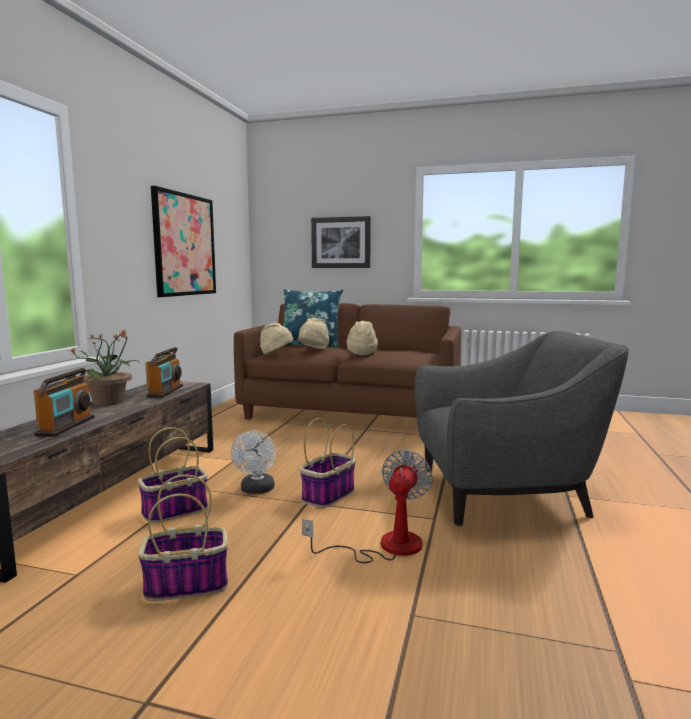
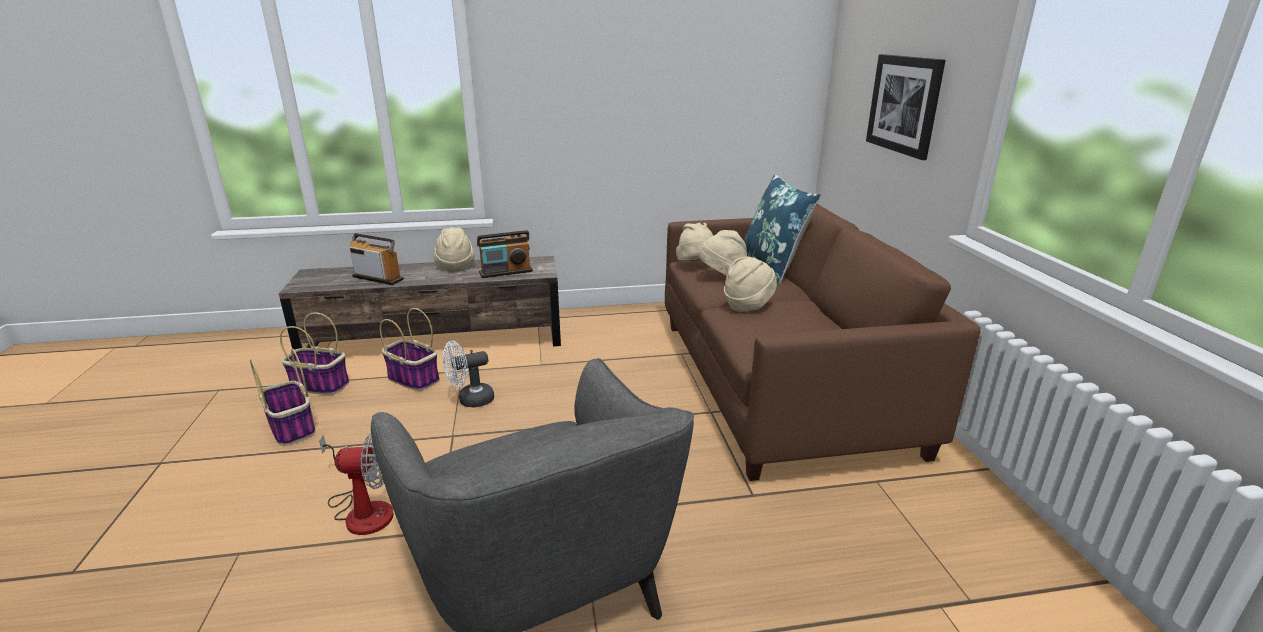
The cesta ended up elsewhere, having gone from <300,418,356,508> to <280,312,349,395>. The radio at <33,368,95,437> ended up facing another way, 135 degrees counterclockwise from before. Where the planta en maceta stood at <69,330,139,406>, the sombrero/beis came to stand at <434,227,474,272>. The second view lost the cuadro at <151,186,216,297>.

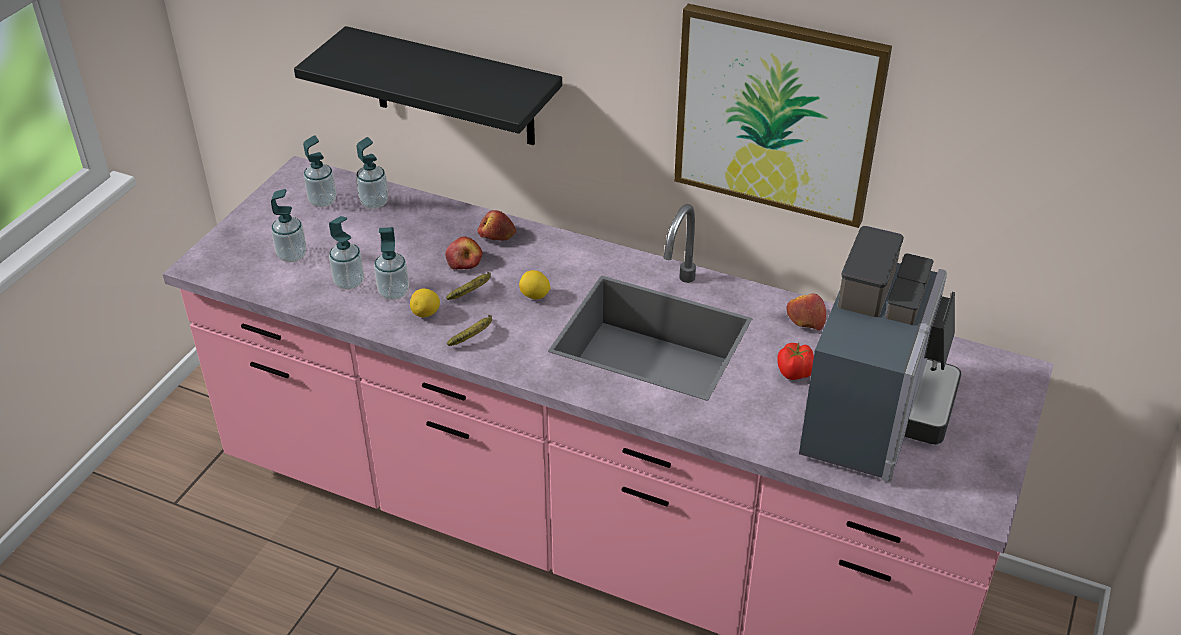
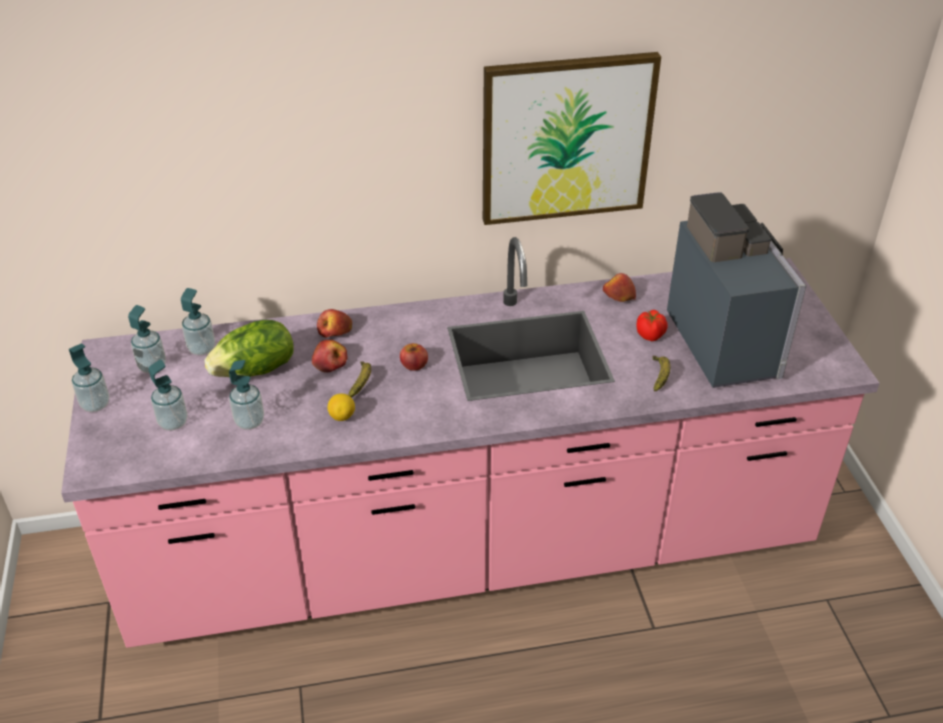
The dispensador de jabón ended up elsewhere, having gone from <374,227,409,300> to <69,343,109,412>. The second view gained the lechuga at <204,320,293,377>. Where the limón stood at <519,270,550,299>, the manzana came to stand at <400,343,428,371>. The plátano ended up elsewhere, having gone from <447,315,492,346> to <653,355,670,391>. The second view lost the estante/negro at <294,26,562,145>.

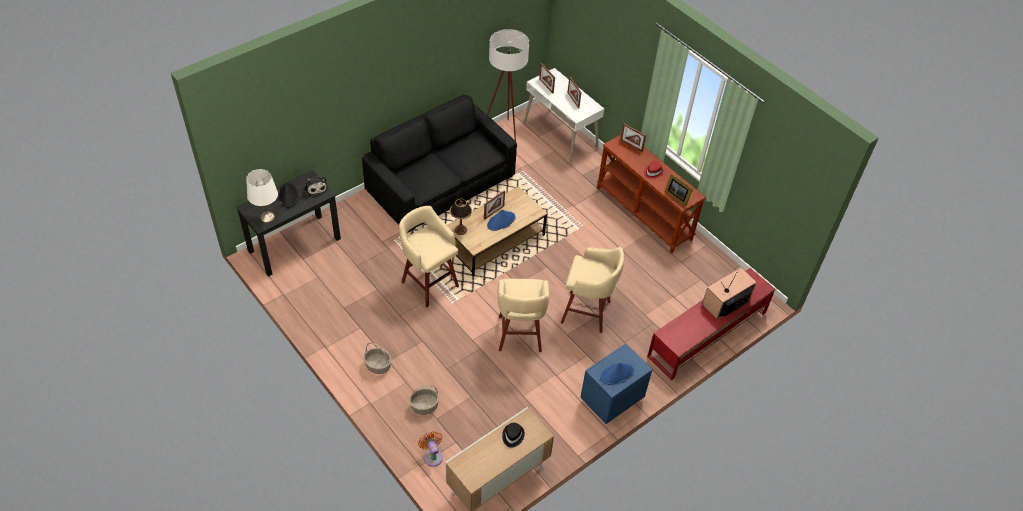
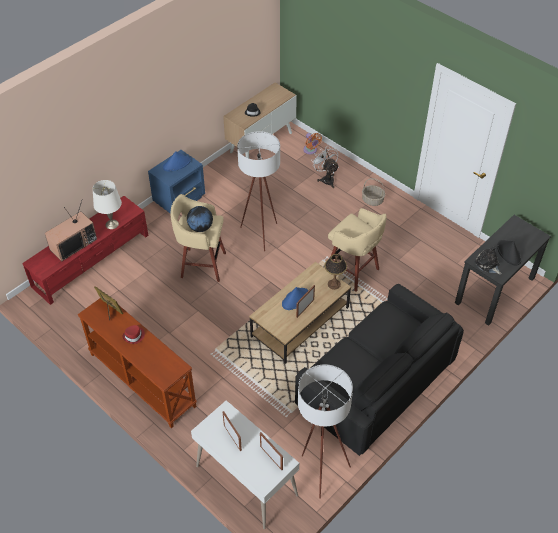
The lámpara de mesa/blanco ended up elsewhere, having gone from <246,169,278,222> to <93,180,122,229>. The second view gained the globo terráqueo at <187,206,213,232>. Where the taburete/beis stood at <498,279,550,352>, the lámpara de pie/blanco came to stand at <237,131,280,252>. Where the cesta stood at <410,385,439,415>, the ventilador/blanco came to stand at <311,145,339,188>. The second view lost the portarretratos at <621,124,646,152>.

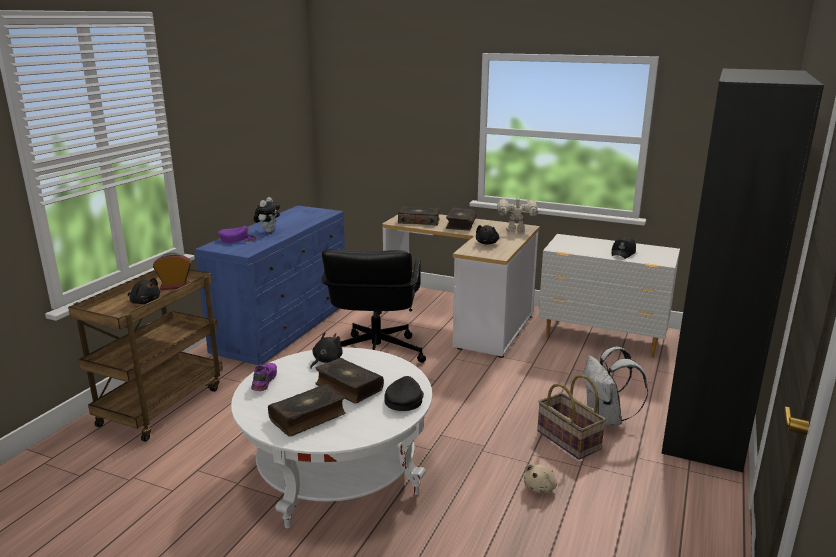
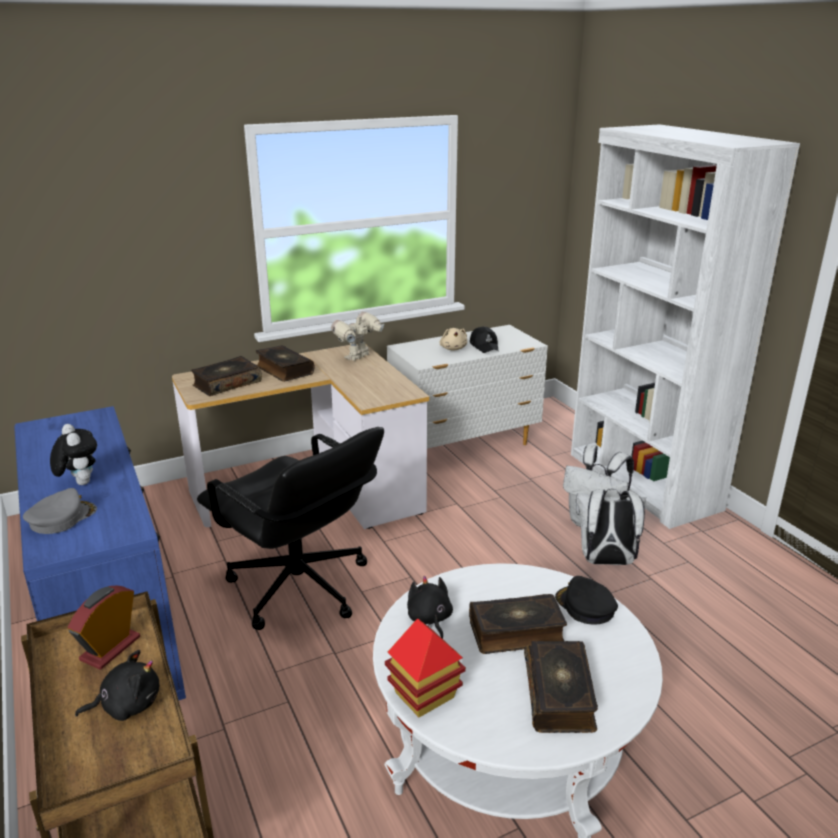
What was the gorra/morado at <218,226,256,243> turned into the gorra/gris at <23,488,97,534>. Where the zapato/morado stood at <251,363,277,391>, the casita came to stand at <385,618,466,717>. The peluche/beis ended up elsewhere, having gone from <524,464,557,493> to <440,328,467,351>. What was the estantería/negro at <661,68,824,472> turned into the estantería/blanco at <571,124,800,529>. Where the cesta stood at <537,375,606,460>, the mochila/blanco came to stand at <576,489,646,565>. The second view lost the peluche/negro at <476,225,499,244>.

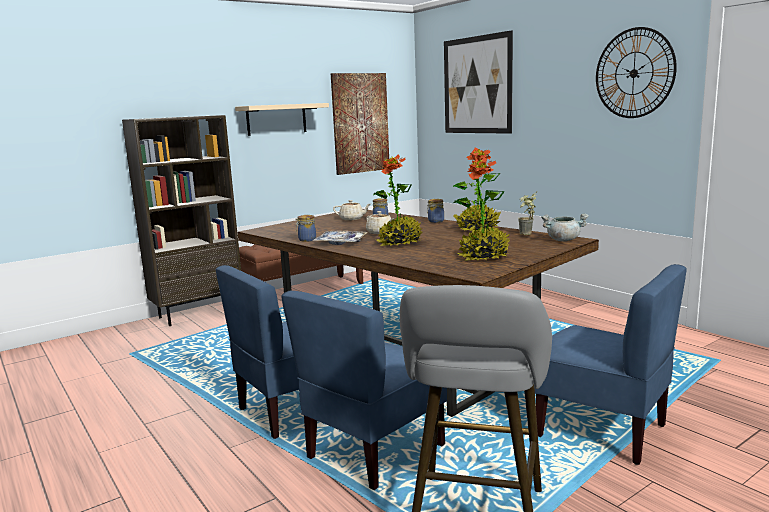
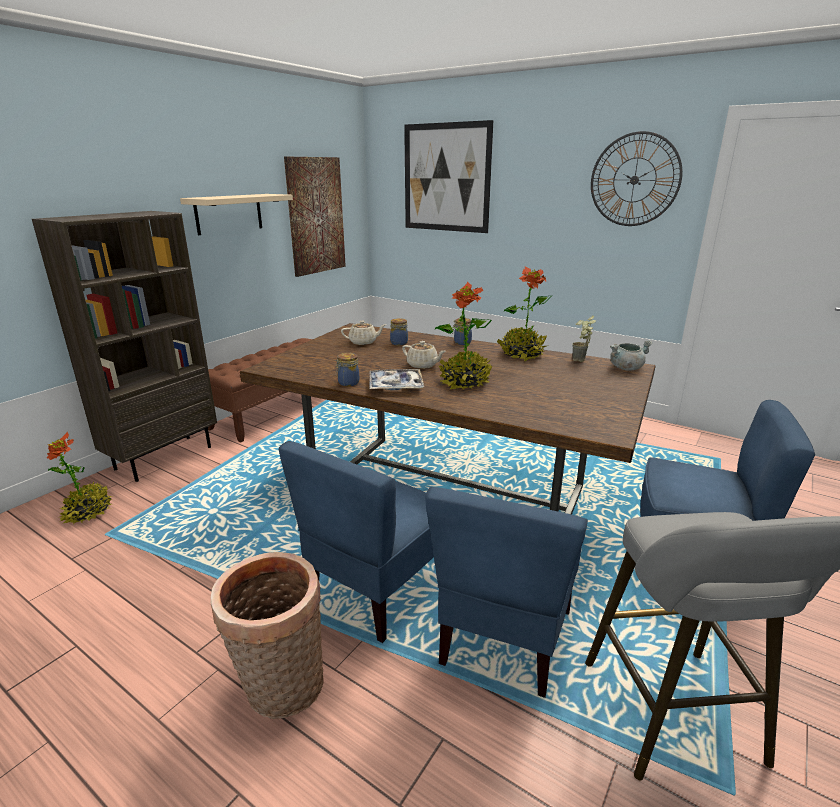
The planta en maceta ended up elsewhere, having gone from <454,157,510,261> to <47,432,112,524>. The second view gained the cesta at <210,552,324,719>.

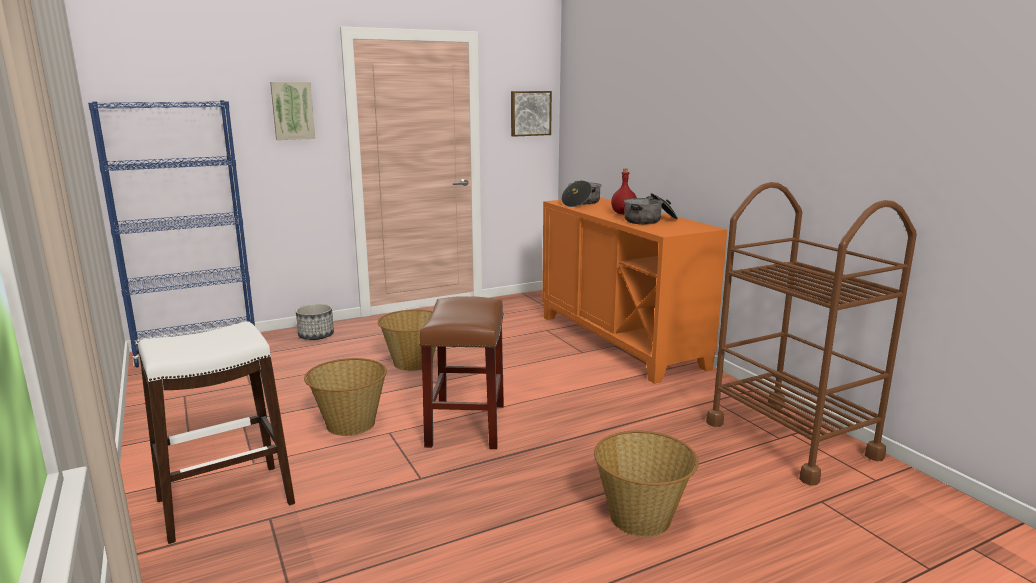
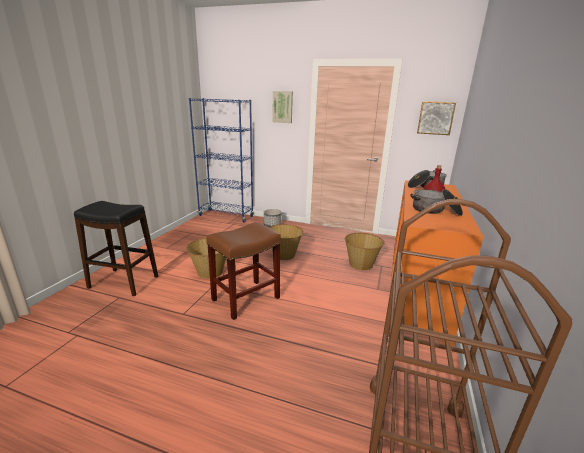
What was the taburete/blanco at <138,321,295,544> turned into the taburete/negro at <74,201,158,296>. The cesta ended up elsewhere, having gone from <594,431,699,537> to <345,233,385,270>.

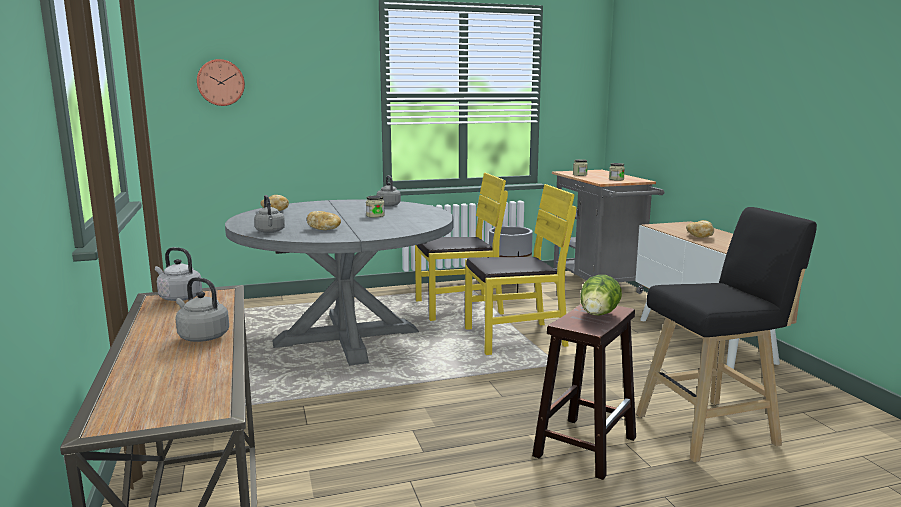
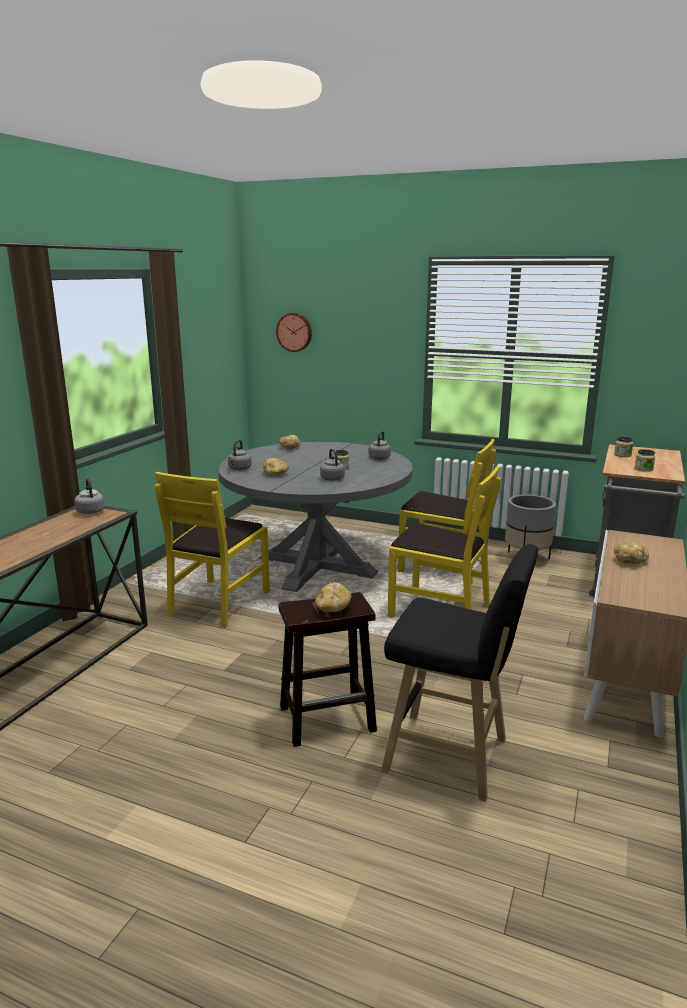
The second view gained the silla/amarillo at <155,472,270,628>. Where the lechuga stood at <580,275,622,315>, the pan came to stand at <315,582,352,612>. The hervidor/gris ended up elsewhere, having gone from <175,277,229,342> to <320,449,345,481>.

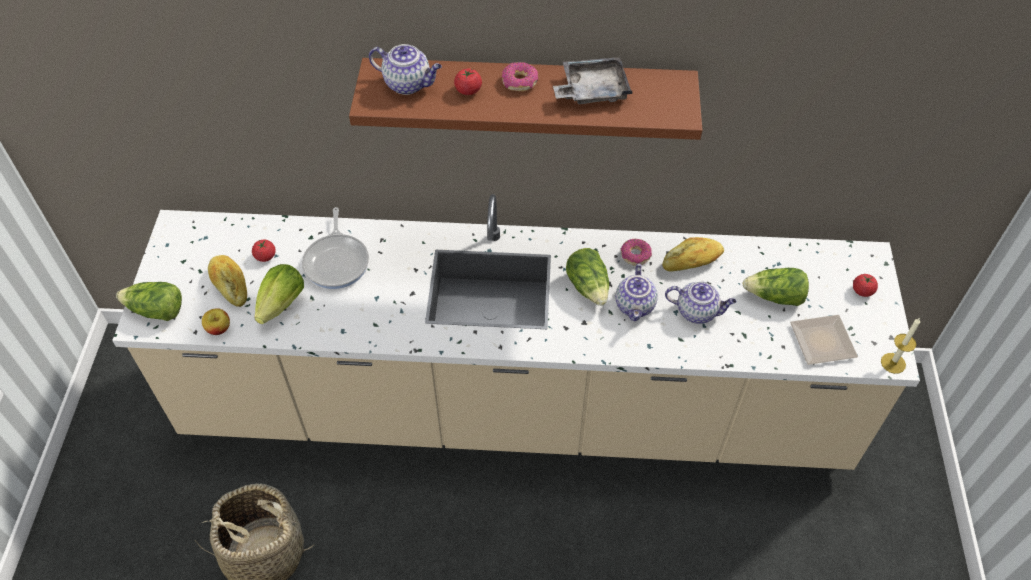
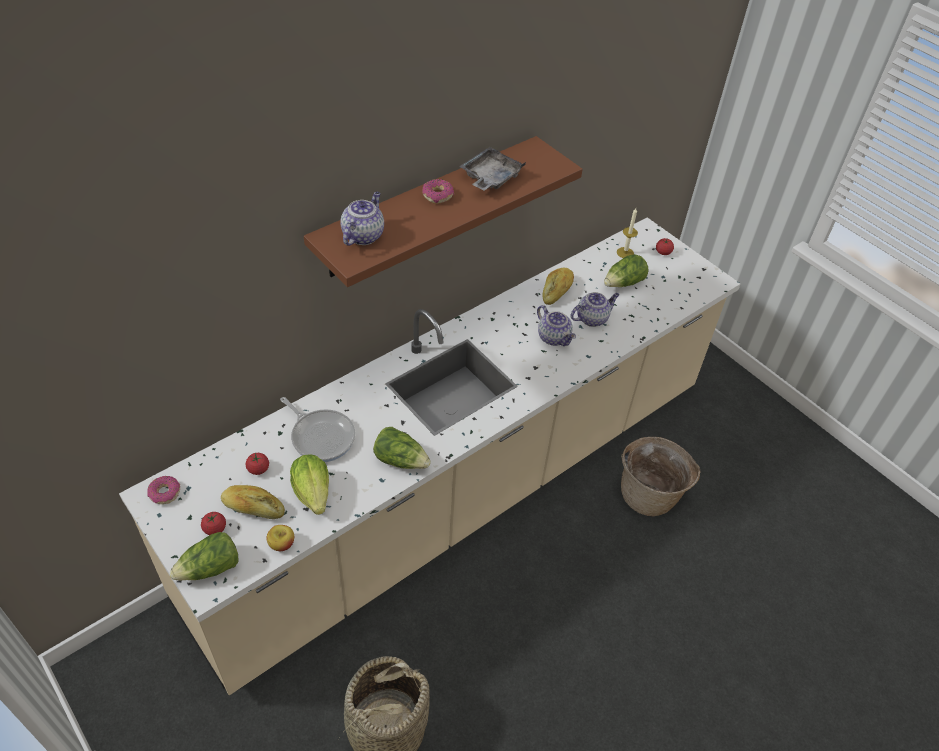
The rosquilla ended up elsewhere, having gone from <620,239,652,266> to <147,476,180,504>. The tomate ended up elsewhere, having gone from <454,68,482,95> to <201,511,226,535>. The tetera at <369,44,442,95> ended up facing another way, 45 degrees counterclockwise from before. The lechuga ended up elsewhere, having gone from <566,248,609,306> to <373,427,431,469>. The vela ended up elsewhere, having gone from <881,318,920,374> to <617,208,638,258>. The second view gained the cesta at <621,437,700,516>. The second view lost the plato at <790,315,858,365>.

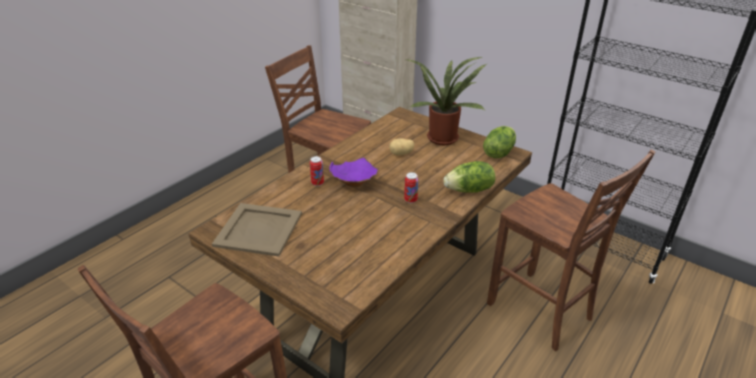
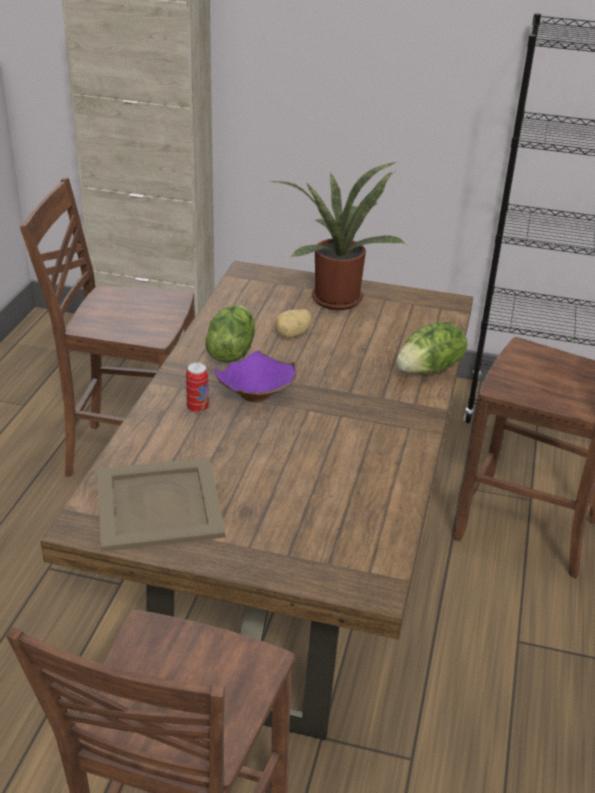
The lechuga ended up elsewhere, having gone from <483,126,516,158> to <205,305,255,363>. The second view lost the lata at <404,172,418,203>.

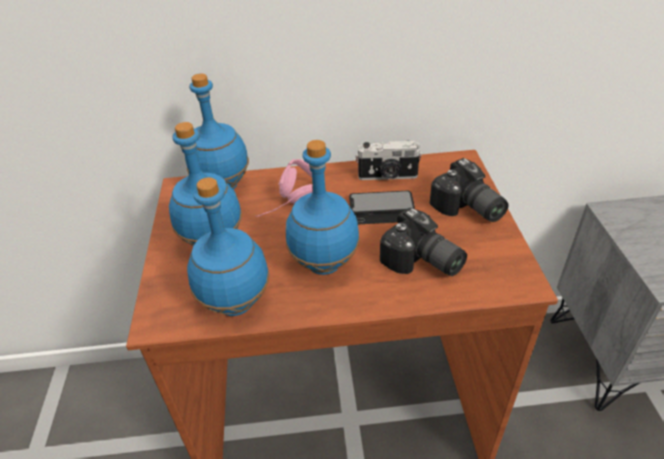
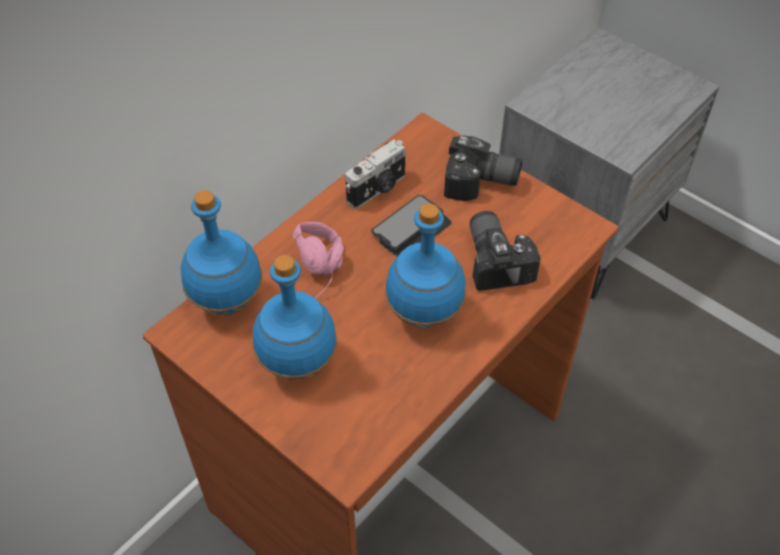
The cámara at <380,207,467,276> ended up facing another way, 105 degrees counterclockwise from before. The second view lost the botella/azul at <187,177,270,316>.

